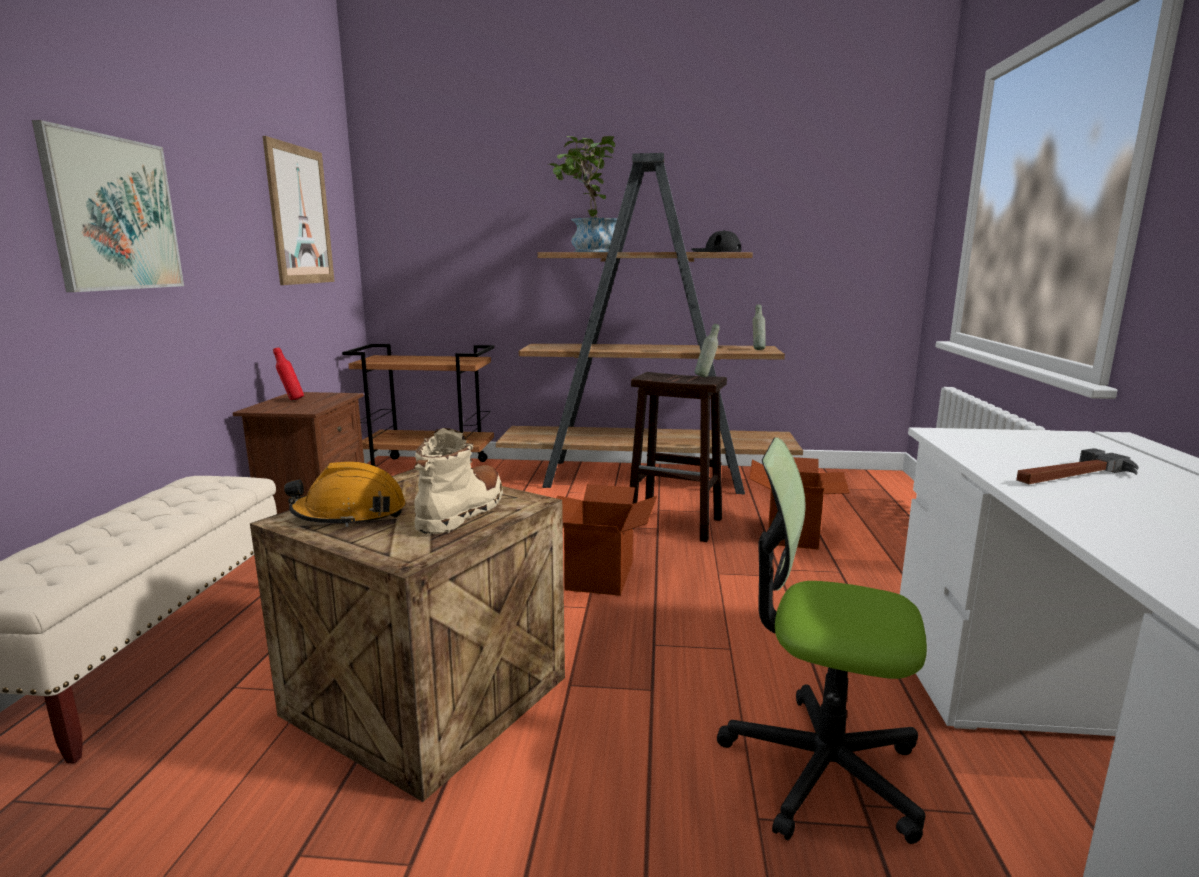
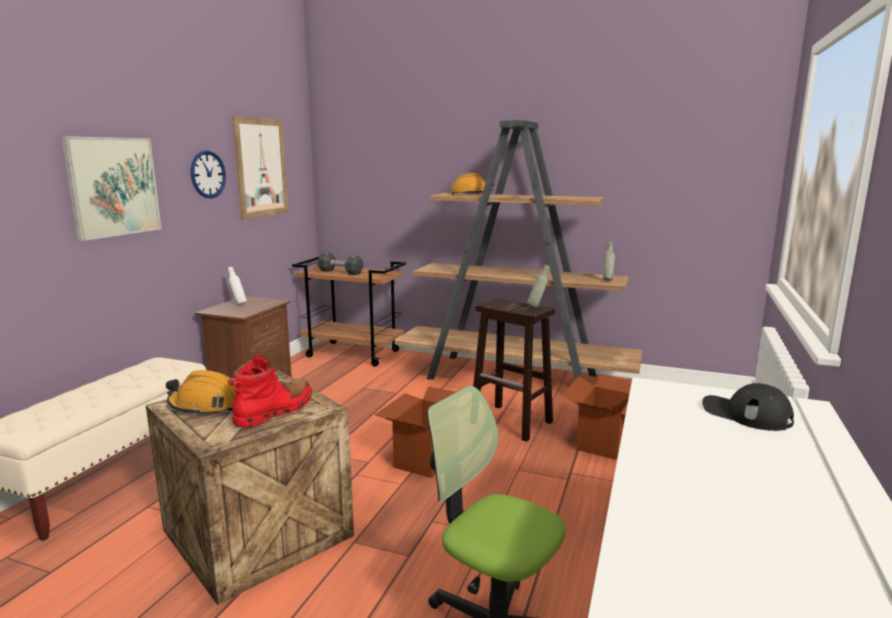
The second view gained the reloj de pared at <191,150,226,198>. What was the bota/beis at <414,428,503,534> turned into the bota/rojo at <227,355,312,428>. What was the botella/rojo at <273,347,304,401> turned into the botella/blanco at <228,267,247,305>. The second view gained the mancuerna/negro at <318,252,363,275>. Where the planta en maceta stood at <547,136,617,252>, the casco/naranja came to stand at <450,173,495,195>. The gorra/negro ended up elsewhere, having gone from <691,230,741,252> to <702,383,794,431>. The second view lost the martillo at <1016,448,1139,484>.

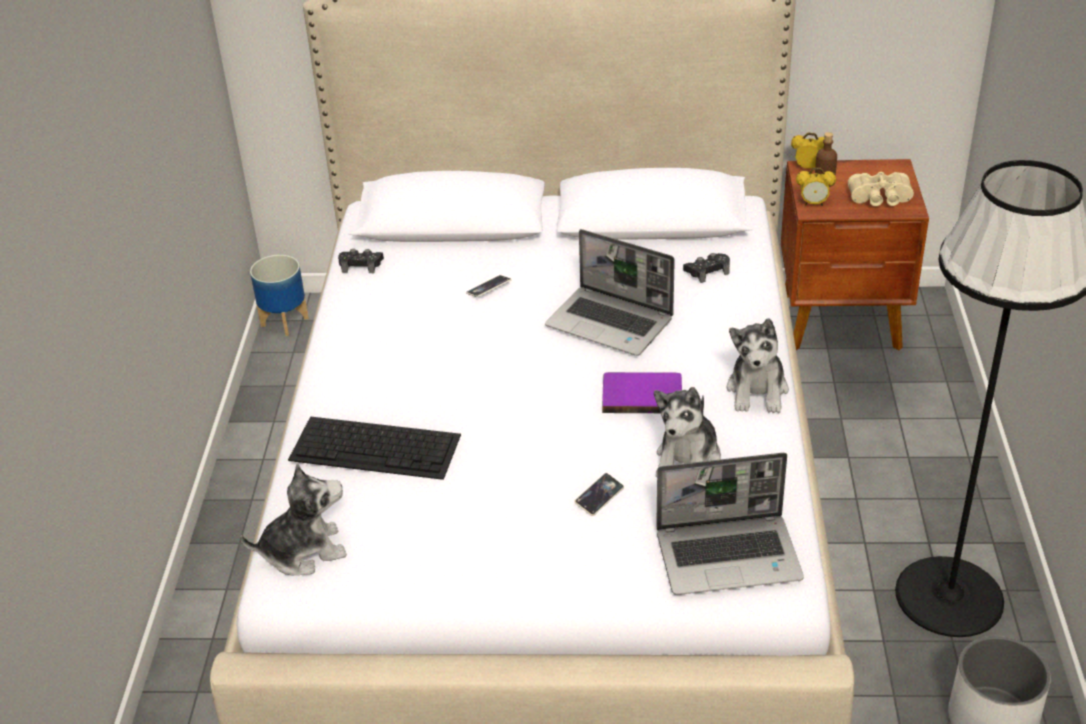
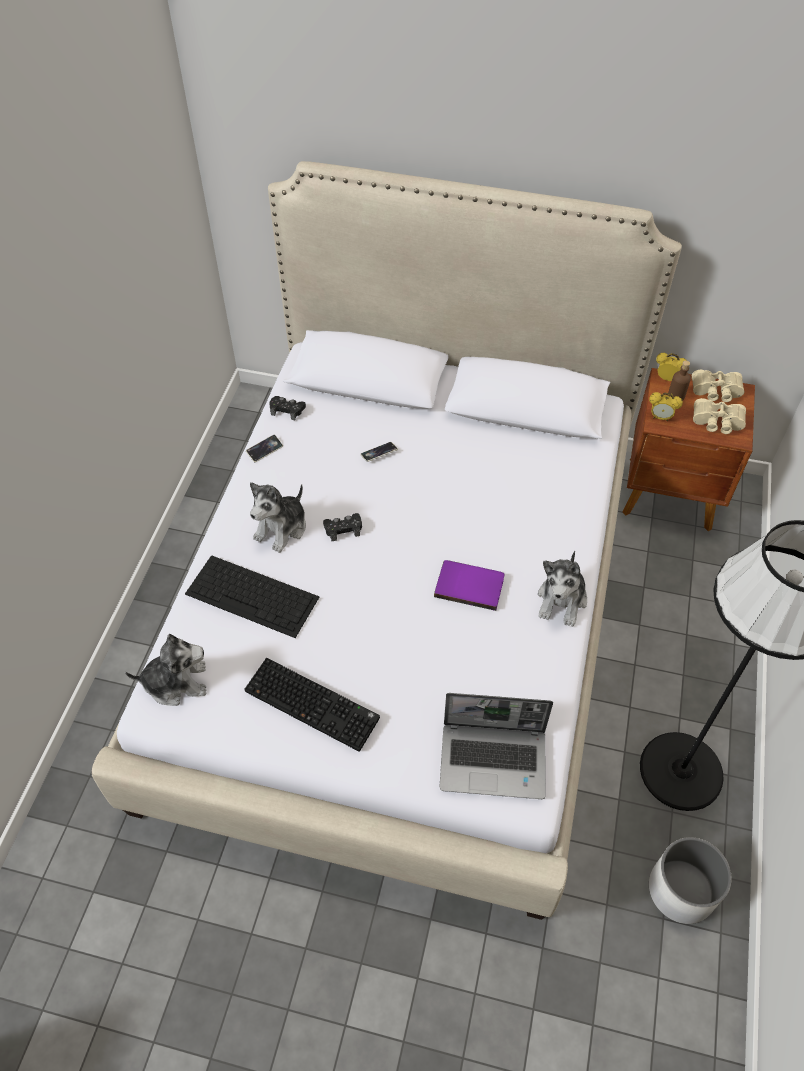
The second view gained the teclado at <244,658,380,752>. The móvil ended up elsewhere, having gone from <574,473,624,516> to <246,435,283,462>. The peluche ended up elsewhere, having gone from <654,387,721,477> to <250,482,306,553>. The mando de consola/negro ended up elsewhere, having gone from <683,253,730,283> to <323,513,362,541>. The second view gained the prismáticos/beis at <692,370,744,402>. The second view lost the maceta at <250,255,309,336>. The second view lost the portátil at <545,229,675,356>.

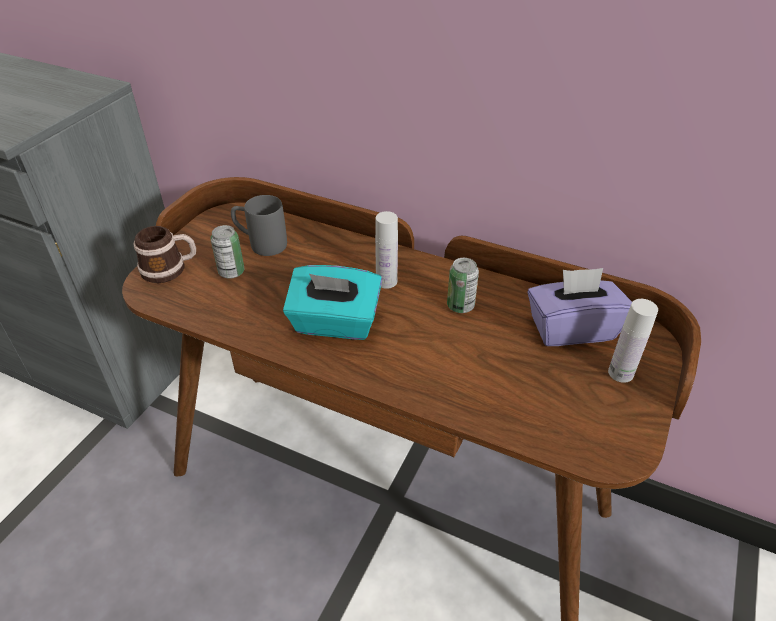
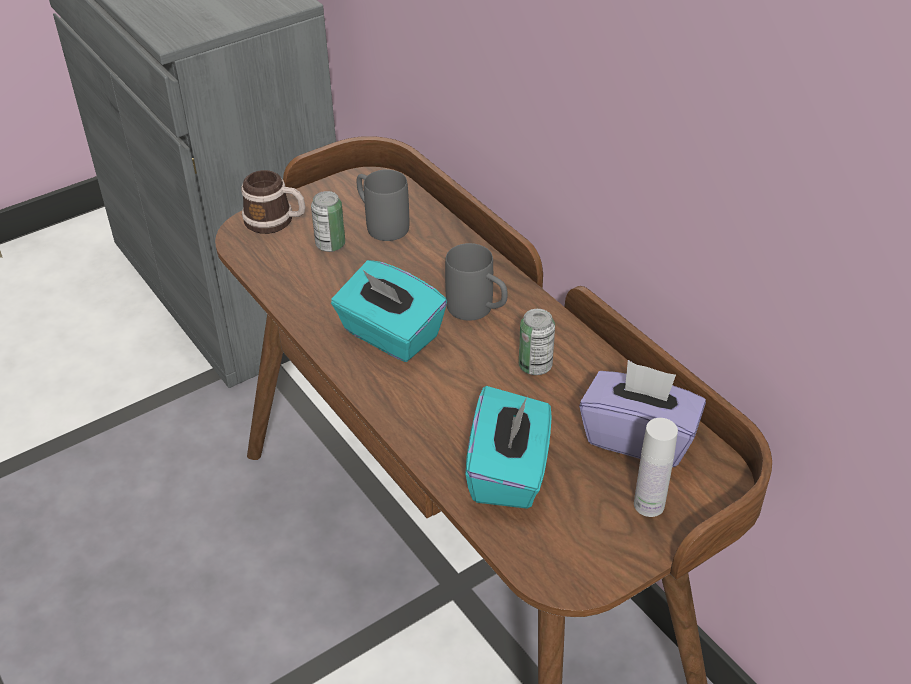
Where the botella/blanco stood at <375,211,398,289>, the taza grande/gris came to stand at <445,243,508,321>. The second view gained the caja de pañuelos/turquesa at <466,386,552,509>.

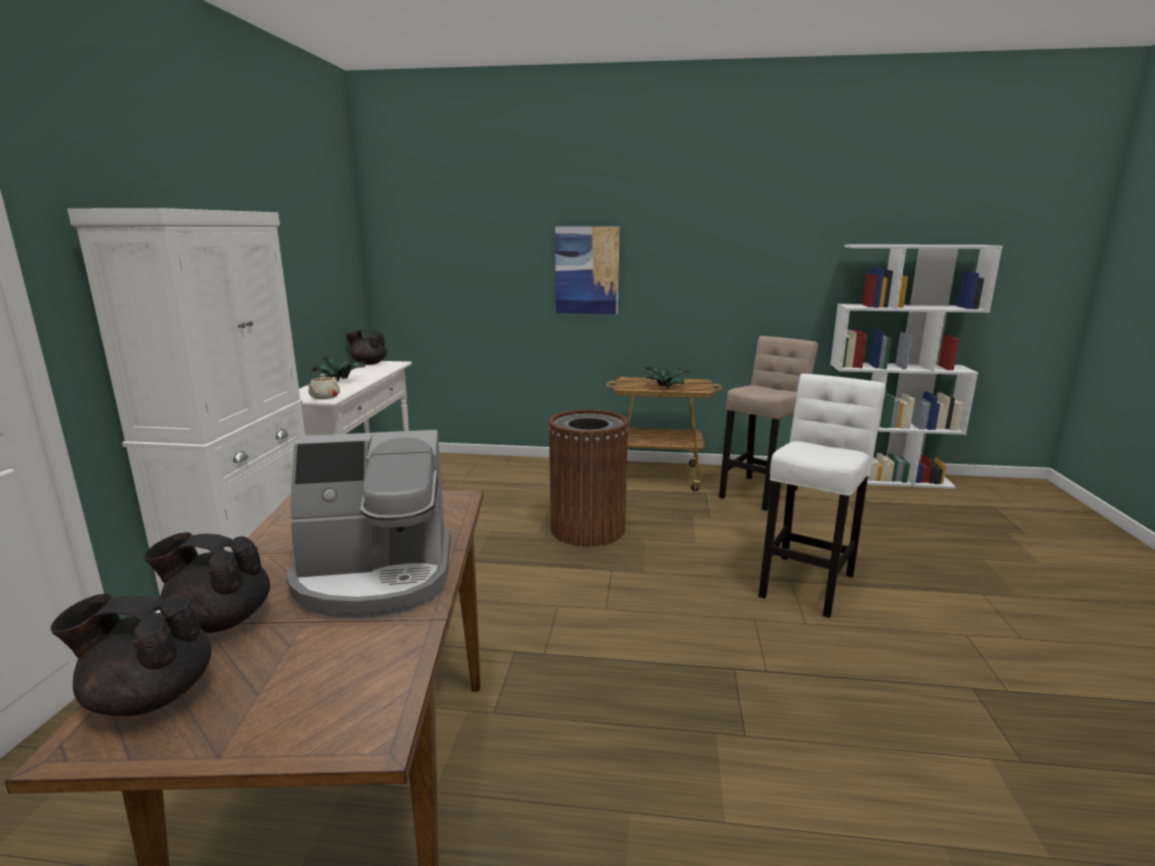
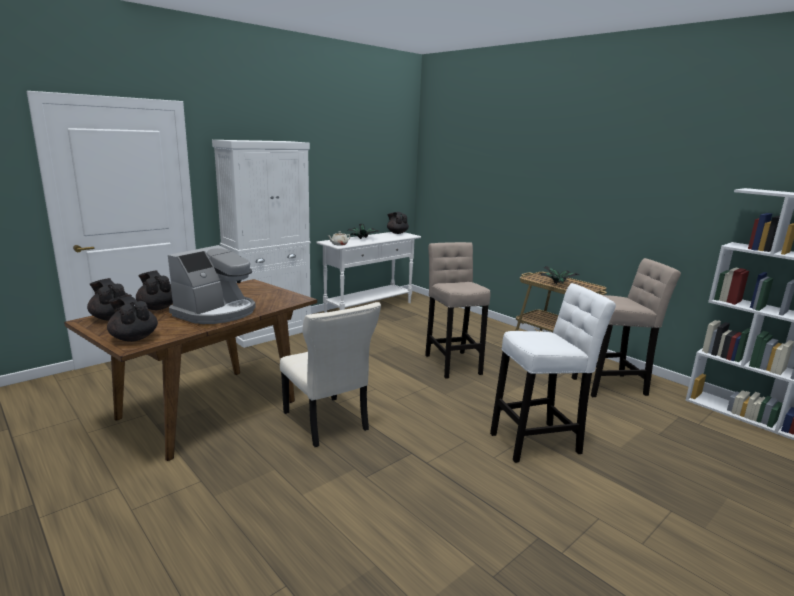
The second view gained the tetera/negro at <107,295,158,342>. The cafetera at <286,430,450,618> ended up facing another way, 90 degrees counterclockwise from before. The second view gained the silla/beis at <280,302,381,447>. Where the papelera/marrón stood at <548,409,629,547>, the taburete/beis came to stand at <425,242,490,378>. The second view lost the cuadro at <555,226,620,314>.

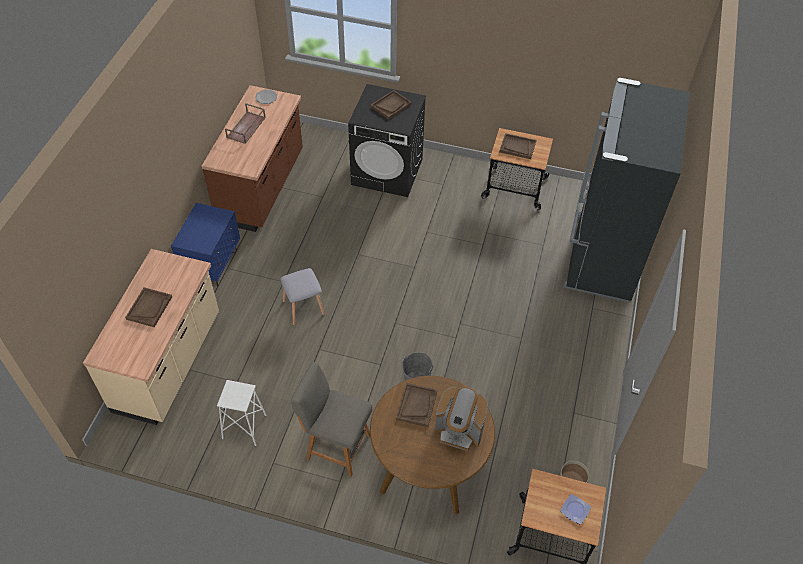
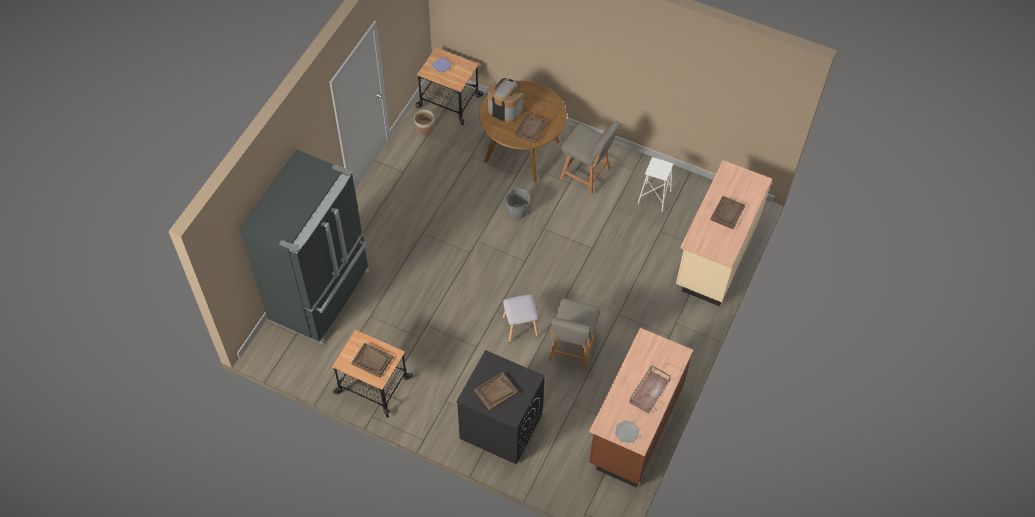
The taburete/gris ended up elsewhere, having gone from <280,268,325,326> to <503,294,538,342>. The second view gained the silla/gris at <548,298,600,370>. The second view lost the mesita de noche/azul at <171,203,240,287>.

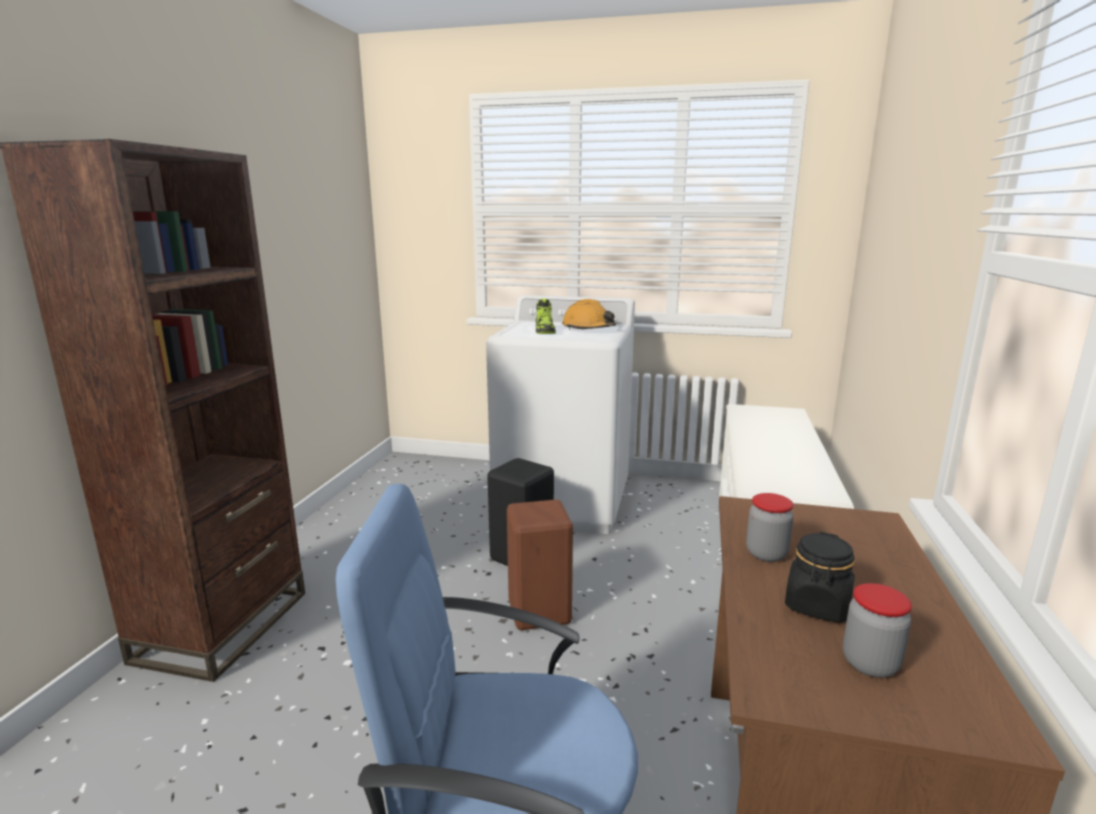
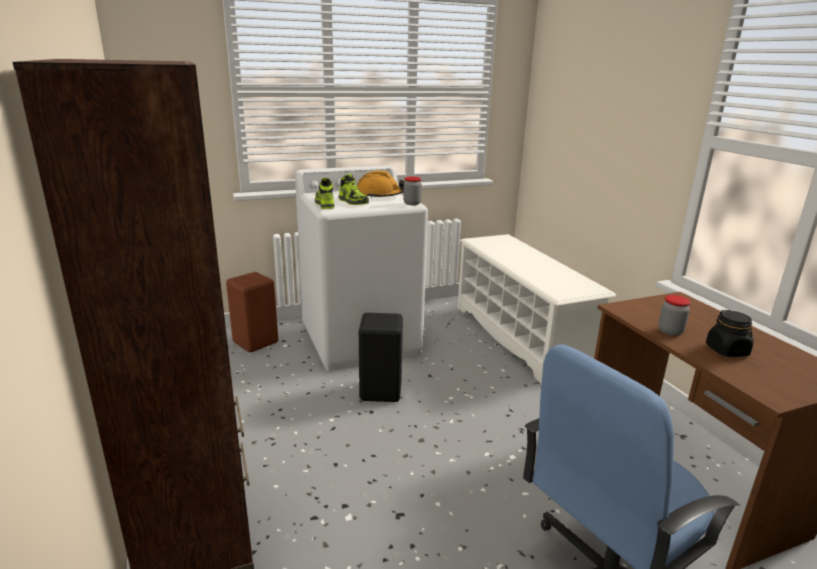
The taburete/marrón ended up elsewhere, having gone from <507,500,573,630> to <226,272,278,352>. The second view gained the zapato at <315,178,334,209>. The tarro ended up elsewhere, having gone from <843,583,912,678> to <403,177,422,205>.

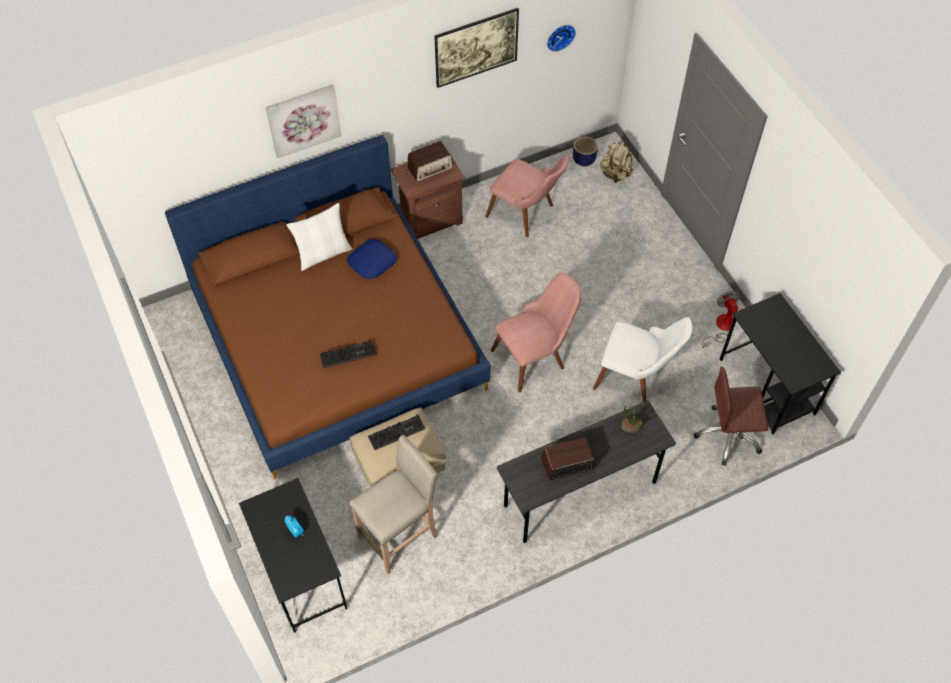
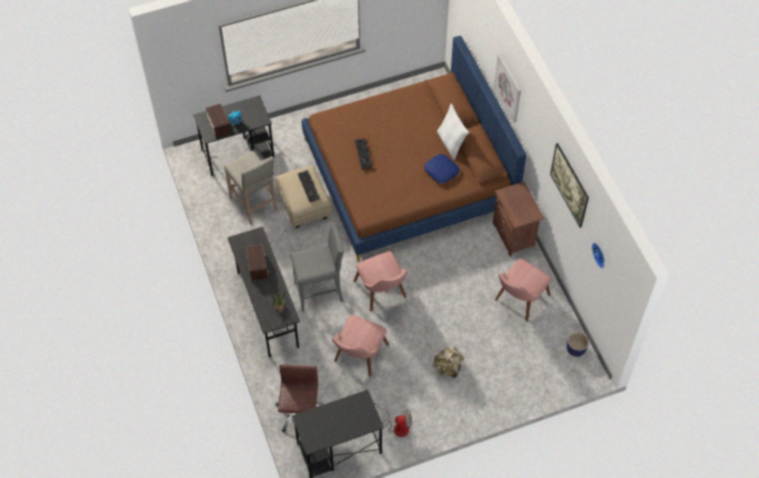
The radio ended up elsewhere, having gone from <407,141,453,182> to <206,104,231,138>. The second view gained the taburete/gris at <290,222,344,312>. What was the silla/blanco at <593,317,693,402> turned into the silla/rosa at <332,315,389,377>. The mochila/beis ended up elsewhere, having gone from <600,141,633,183> to <433,346,464,378>.

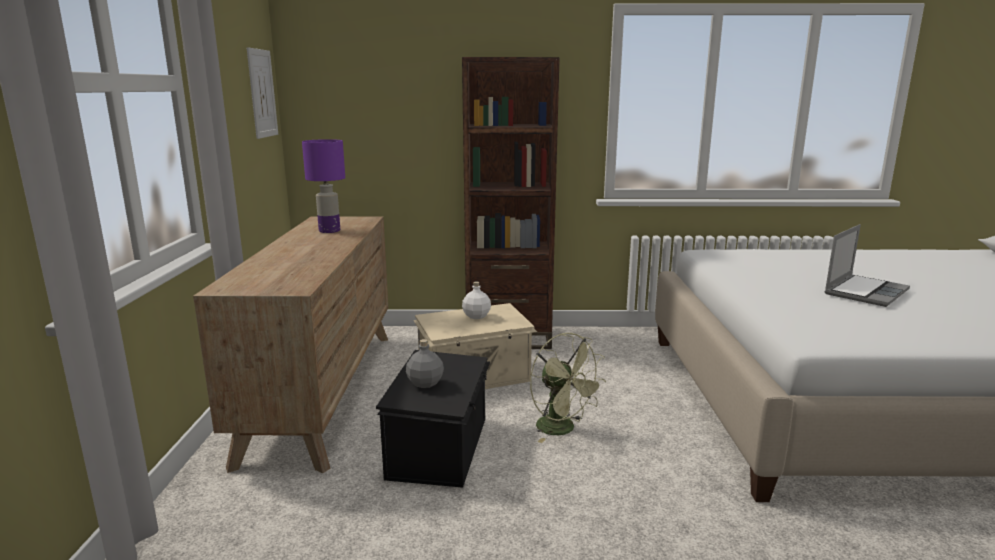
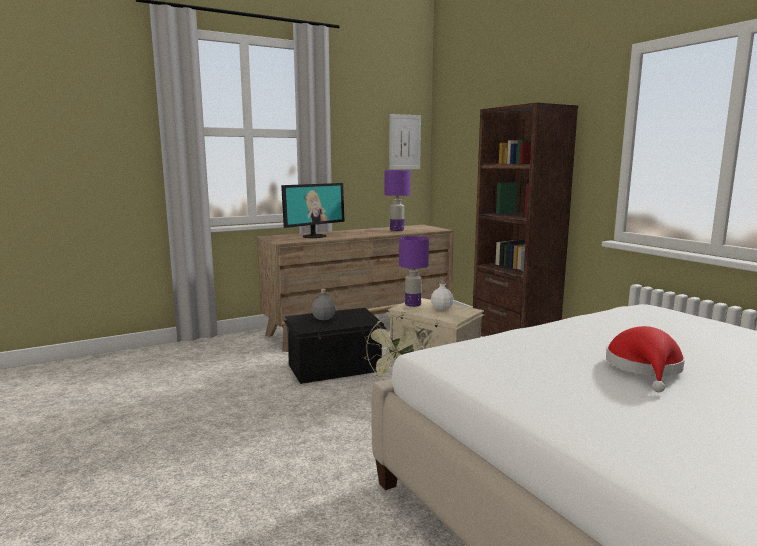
The second view gained the monitor at <281,183,345,238>. The second view gained the lámpara de mesa/morado at <399,236,429,307>. Where the portátil stood at <824,224,910,307>, the sombrero/rojo came to stand at <606,326,685,392>.

